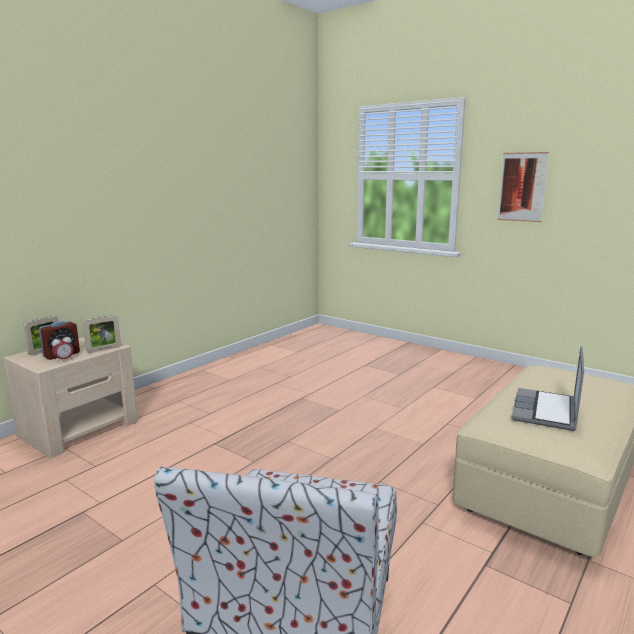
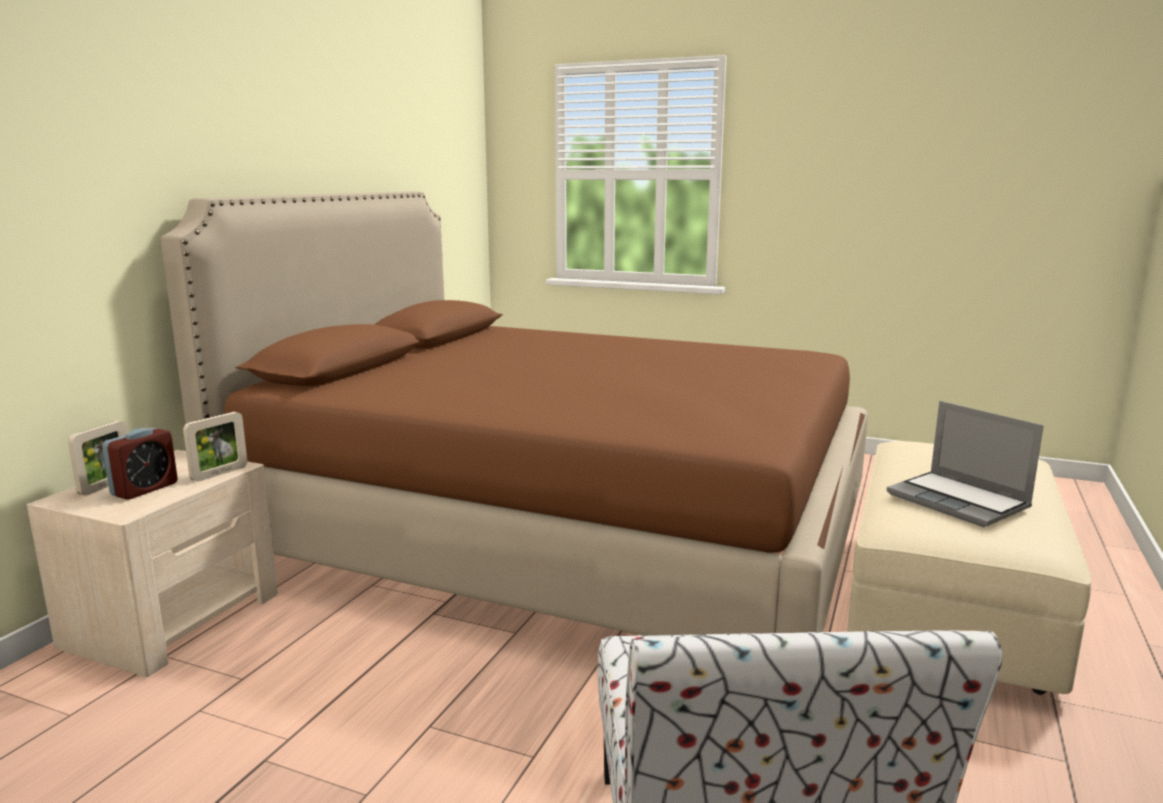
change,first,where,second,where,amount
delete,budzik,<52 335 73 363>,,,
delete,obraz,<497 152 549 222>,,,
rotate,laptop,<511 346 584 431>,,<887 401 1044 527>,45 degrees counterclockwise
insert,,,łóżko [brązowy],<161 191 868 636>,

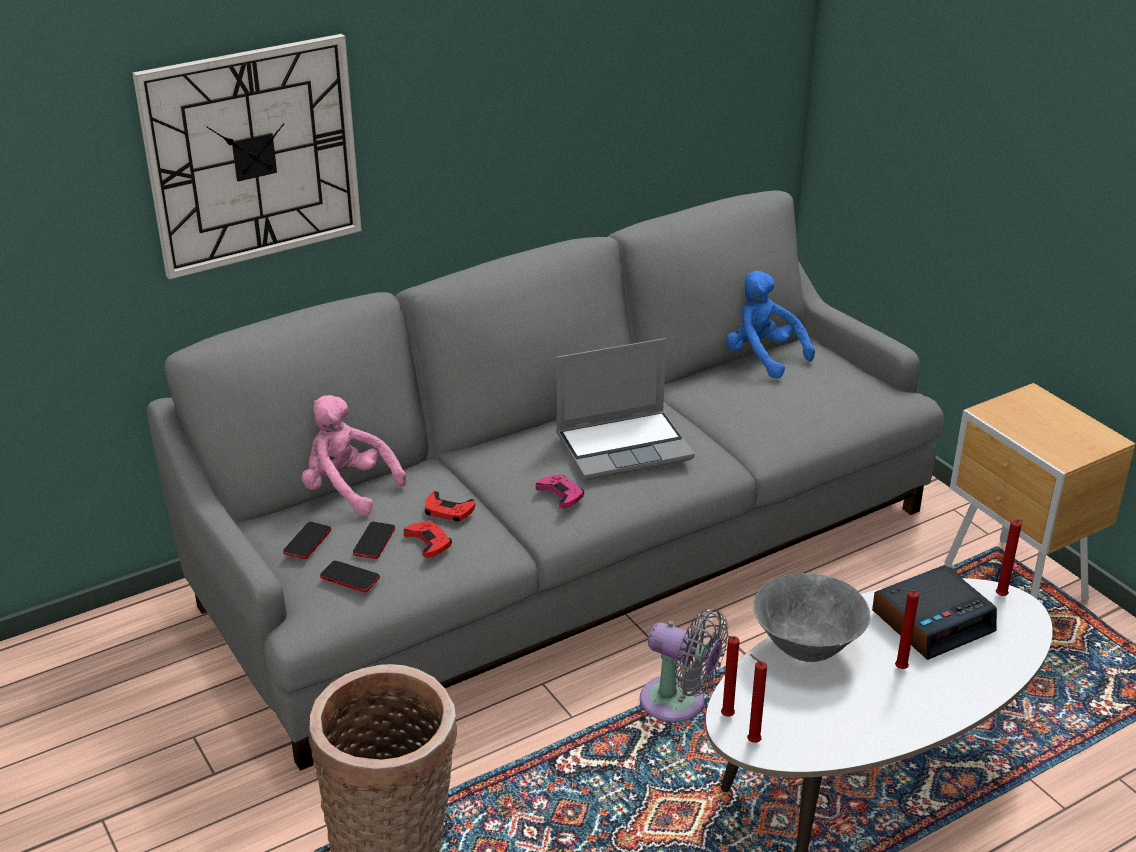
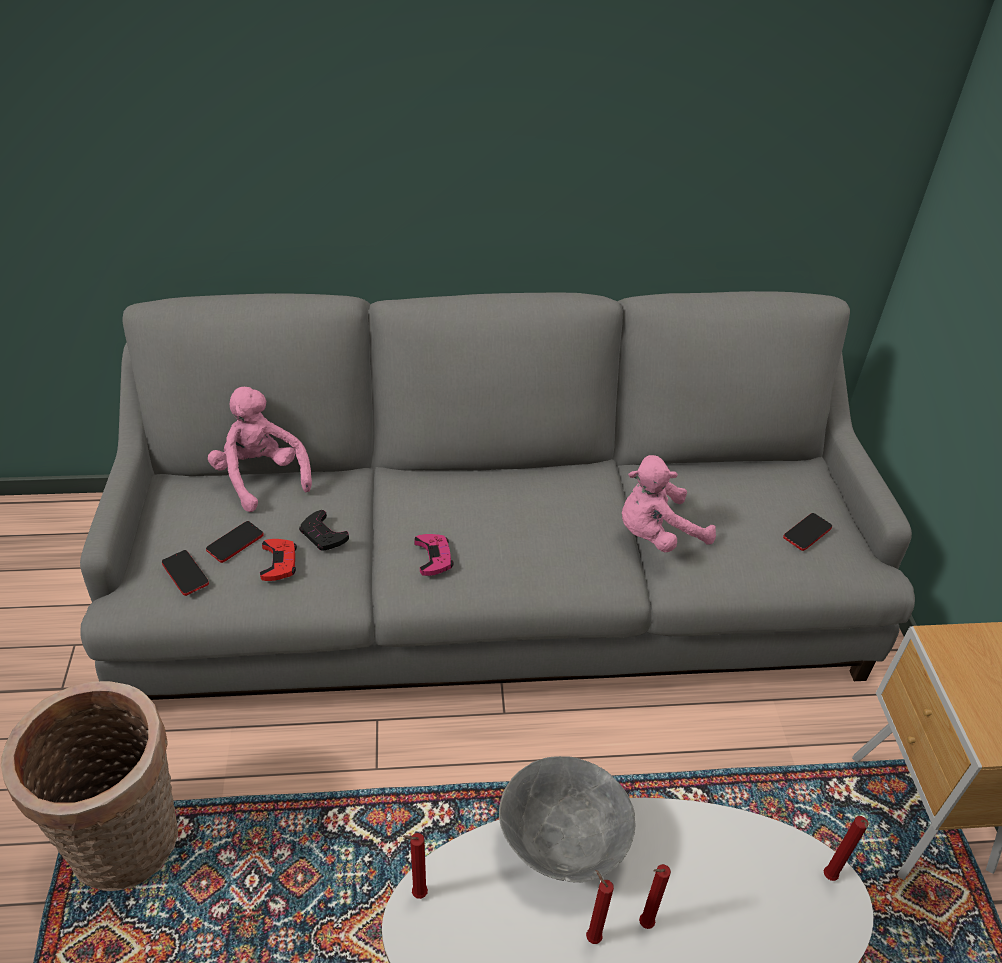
change,first,where,second,where,amount
delete,zegar ścienny,<132 34 362 279>,,,
move,telefon,<283 522 331 560>,,<783 513 832 551>,
recolor,pad do gier [czerwony],<425 491 475 522>,pad do gier [czarny],<299 510 349 550>,
delete,laptop,<556 338 695 480>,,,
delete,wentylator [szary],<640 608 728 722>,,,
delete,pluszak [niebieski],<726 271 815 379>,,,
move,świeca [czerwony],<747 654 767 743>,,<586 870 614 944>,
delete,budzik,<872 565 997 660>,,,
insert,,,pluszak [różowy],<622 455 716 553>,

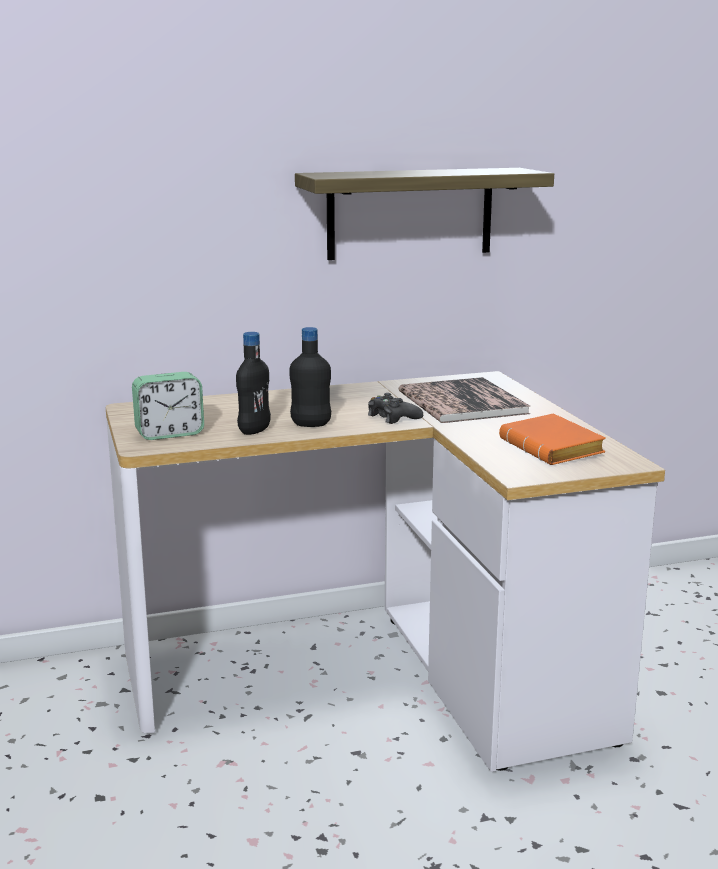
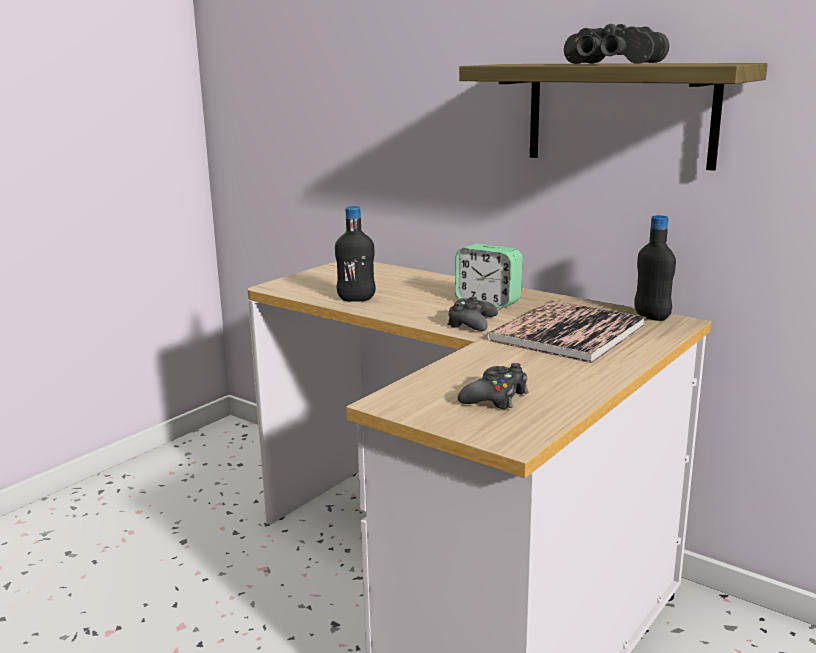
change,first,where,second,where,amount
move,budzik,<132 372 204 440>,,<455 244 523 308>,
move,butelka [czarny],<289 327 331 427>,,<634 215 676 321>,
replace,książka [pomarańczowy],<499 413 606 465>,pad do gier [czarny],<458 363 528 409>,
insert,,,lornetka [czarny],<564 24 669 64>,

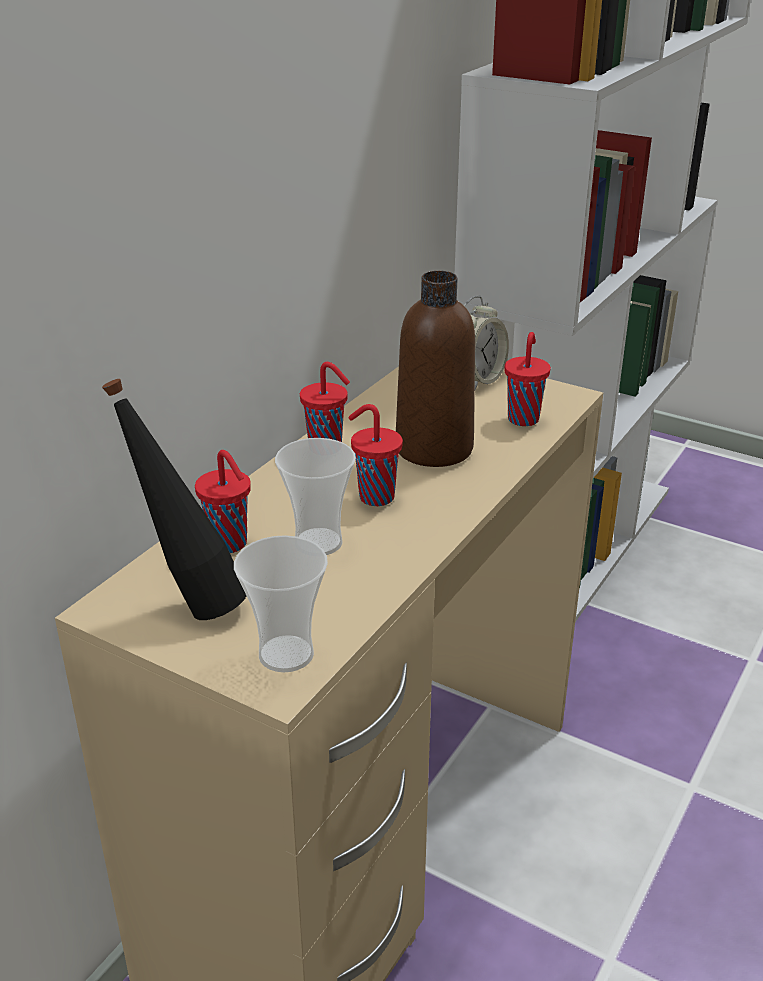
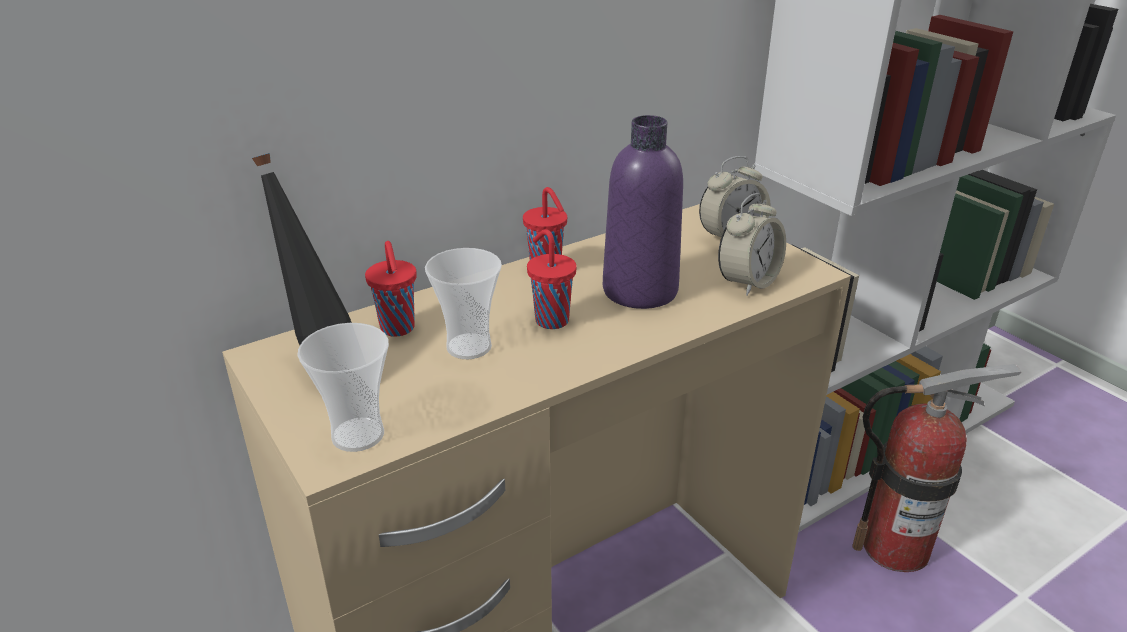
change,first,where,second,where,amount
recolor,butelka [brązowy],<396 271 475 467>,butelka [fioletowy],<603 115 683 309>,
replace,filiżanka [czerwony],<505 332 551 426>,budzik,<718 193 786 296>,
insert,,,gaśnica,<852 364 1022 572>,

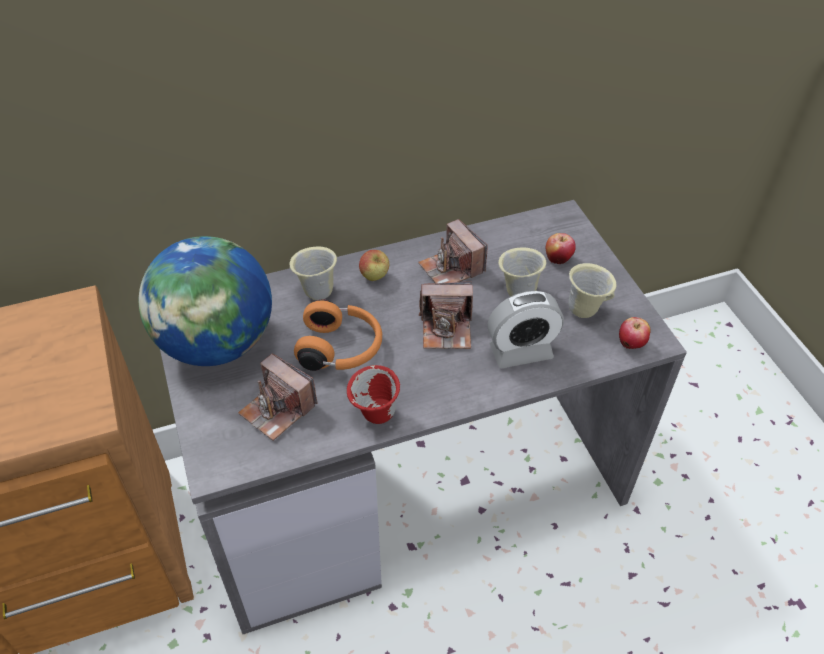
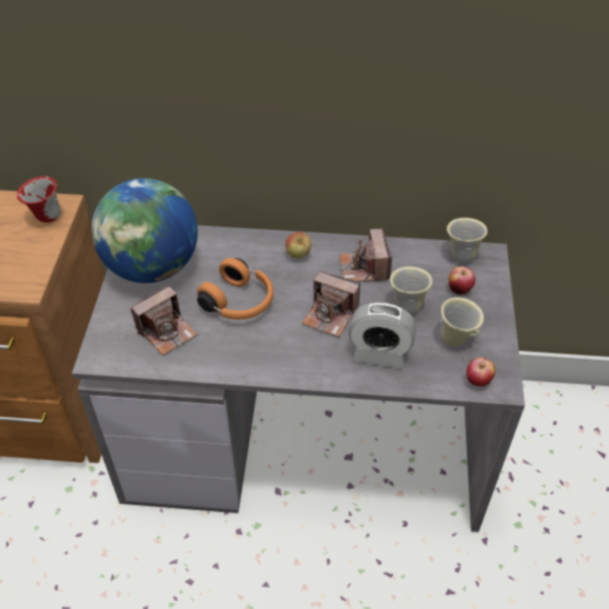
change,first,where,second,where,amount
rotate,aparat fotograficzny,<238 353 318 441>,,<131 284 197 356>,105 degrees counterclockwise
move,kubek [beżowy],<289 247 337 300>,,<447 218 488 263>,
move,kubek [czerwony],<347 365 400 424>,,<17 176 60 223>,

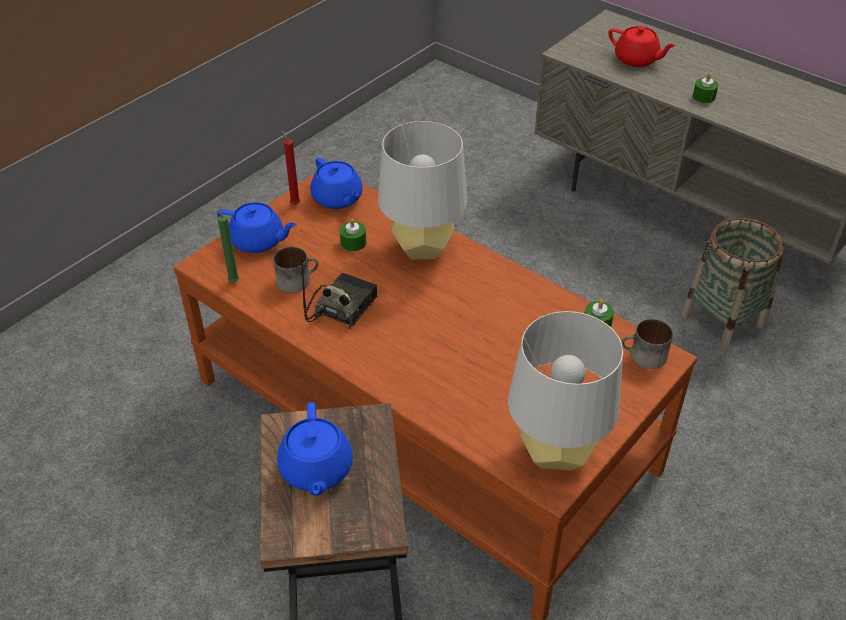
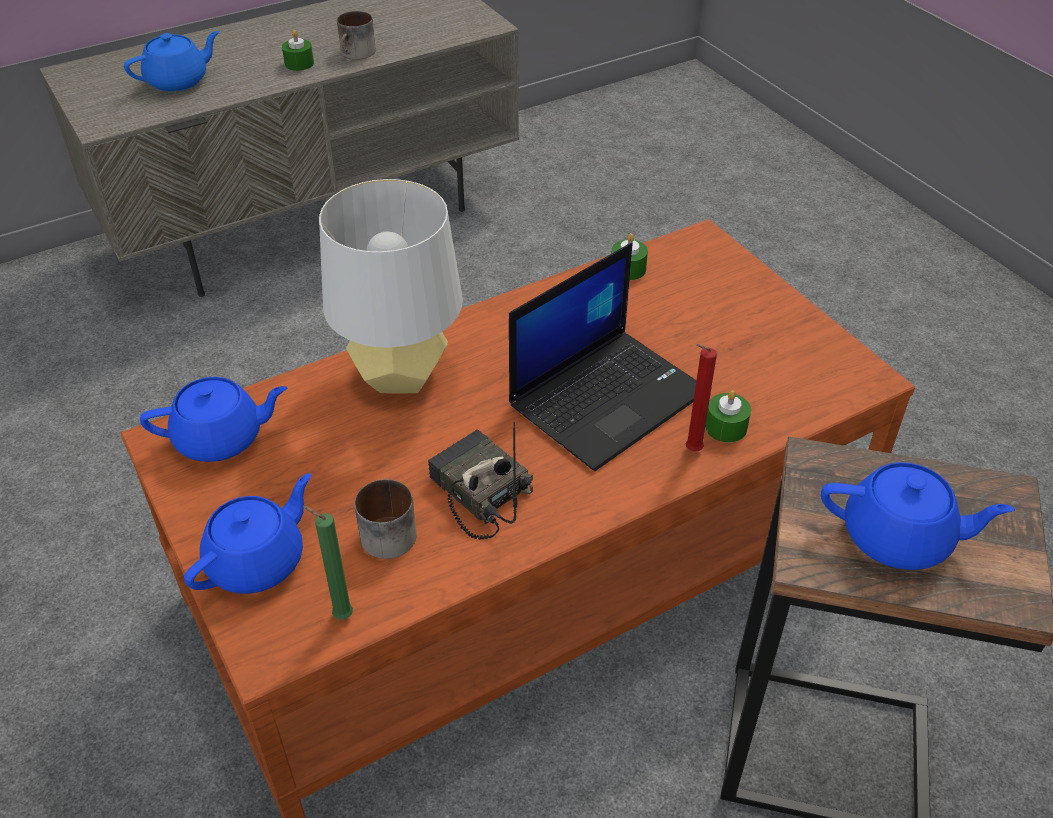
change,first,where,second,where,amount
move,świeca [czerwony],<282 131 300 205>,,<685 344 717 451>,
move,świeca [zielony],<340 218 366 251>,,<705 390 751 443>,
delete,lampa stołowa [szary],<508 311 623 470>,,,
recolor,imbryk [czerwony],<608 26 676 67>,imbryk [niebieski],<124 31 220 92>,
move,kubek,<621 319 673 369>,,<337 11 376 60>,
delete,koszyk,<681 218 784 350>,,,
insert,,,laptop,<509 243 696 471>,

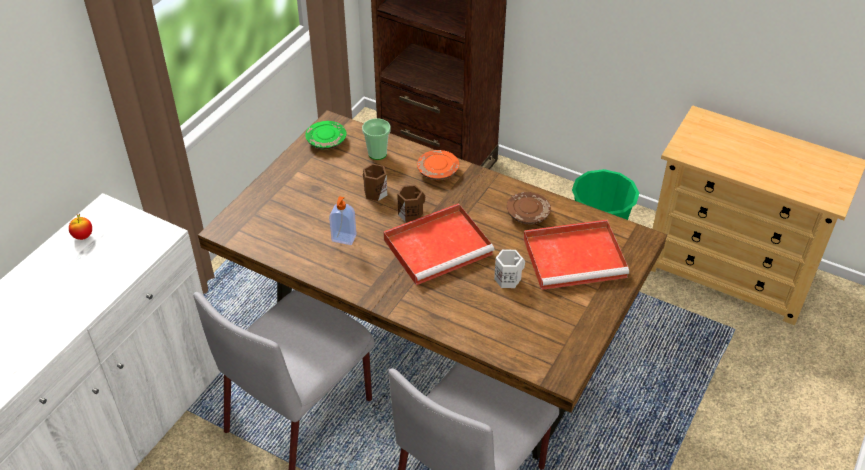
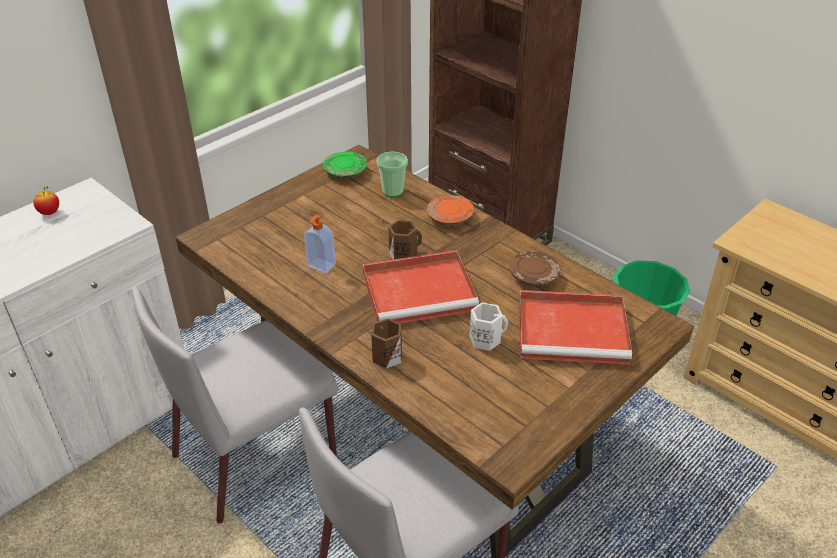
change,first,where,second,where,amount
move,kubek [brązowy],<363 164 387 201>,,<371 318 402 368>,

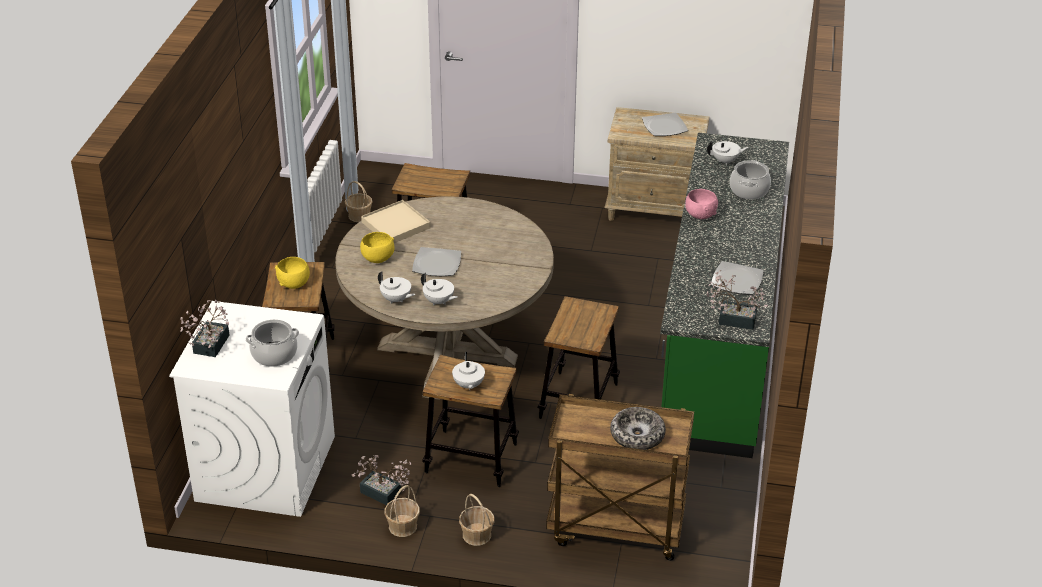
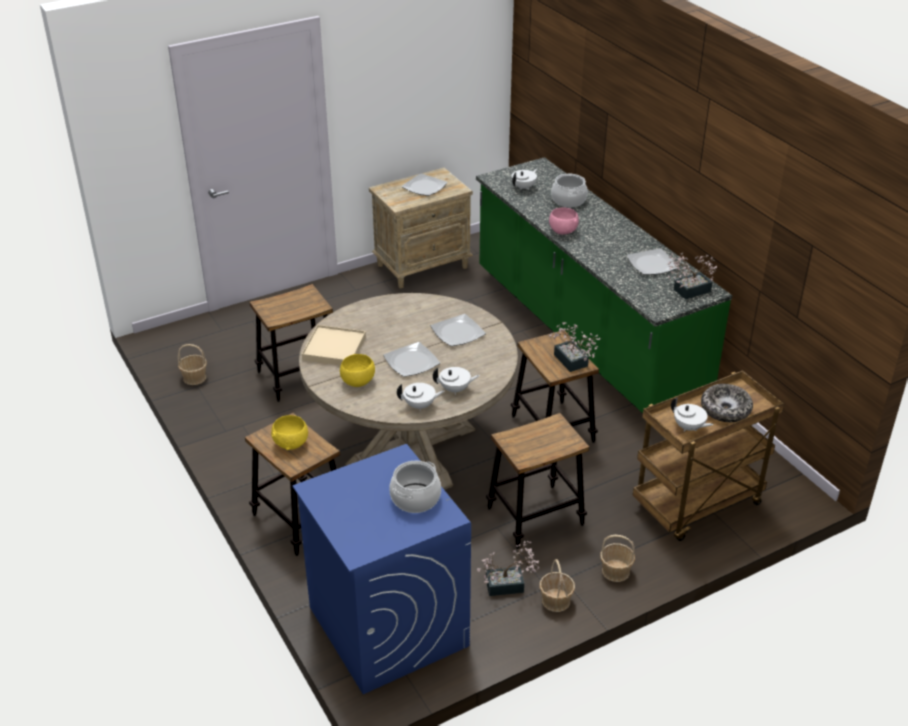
change,first,where,second,where,amount
recolor,pralka [biały],<169 301 335 517>,pralka [niebieski],<292 444 471 694>,
move,roślina doniczkowa,<180 300 229 357>,,<549 322 601 372>,
move,imbryk [biały],<452 352 485 390>,,<671 398 714 432>,
insert,,,talerz,<431 314 486 346>,

